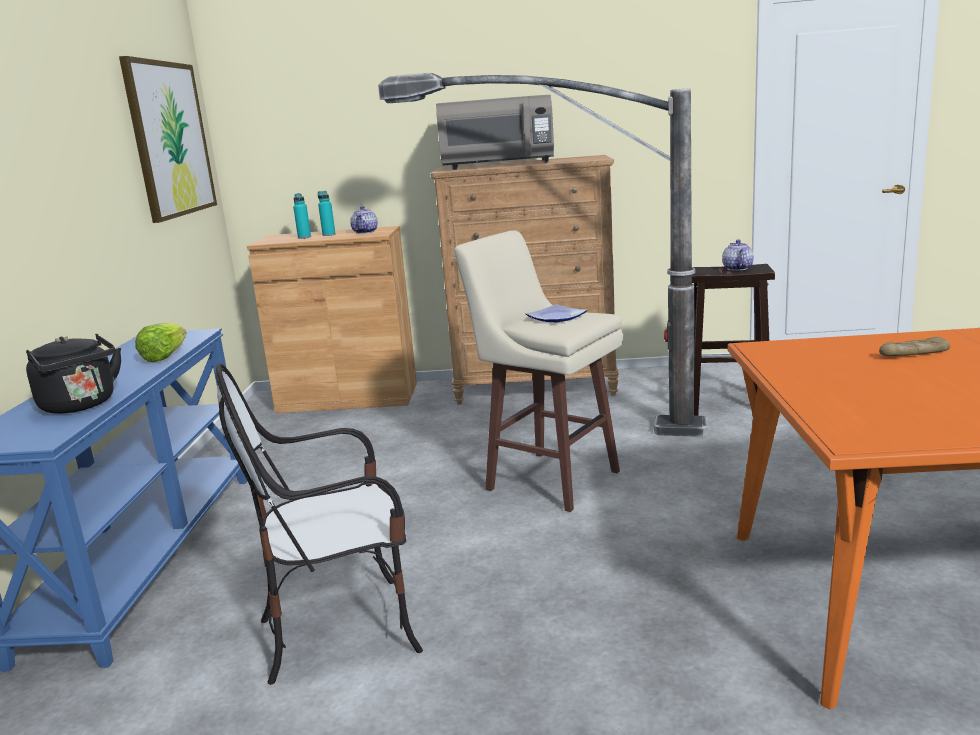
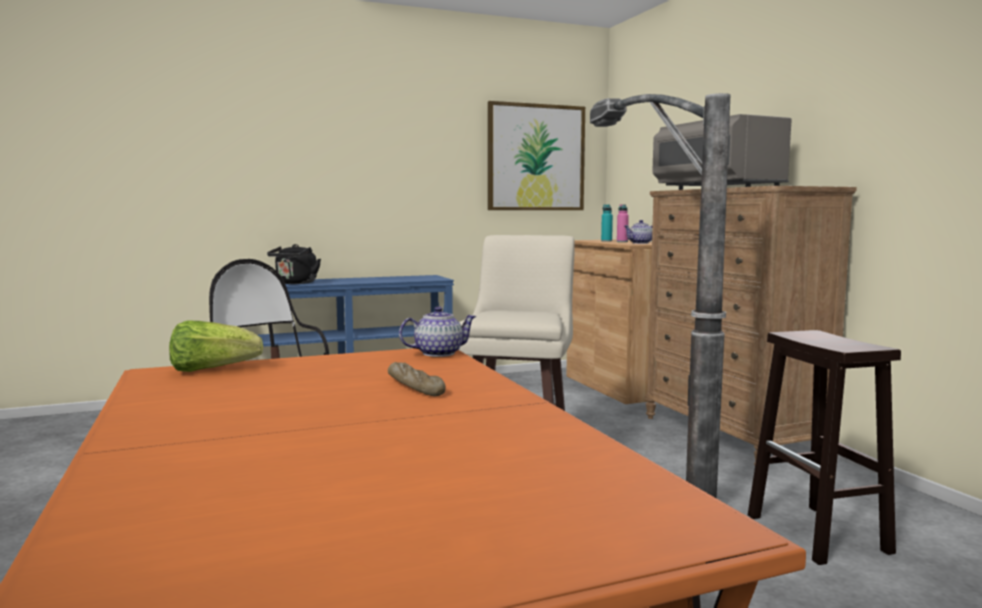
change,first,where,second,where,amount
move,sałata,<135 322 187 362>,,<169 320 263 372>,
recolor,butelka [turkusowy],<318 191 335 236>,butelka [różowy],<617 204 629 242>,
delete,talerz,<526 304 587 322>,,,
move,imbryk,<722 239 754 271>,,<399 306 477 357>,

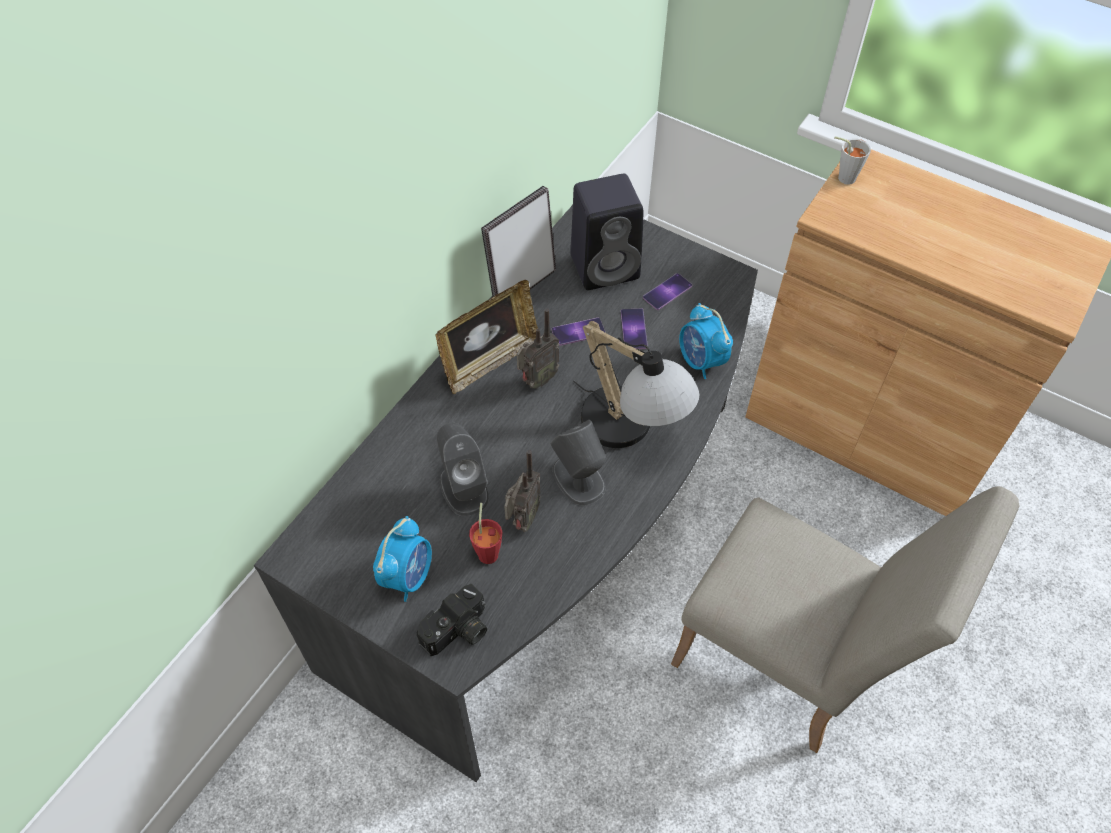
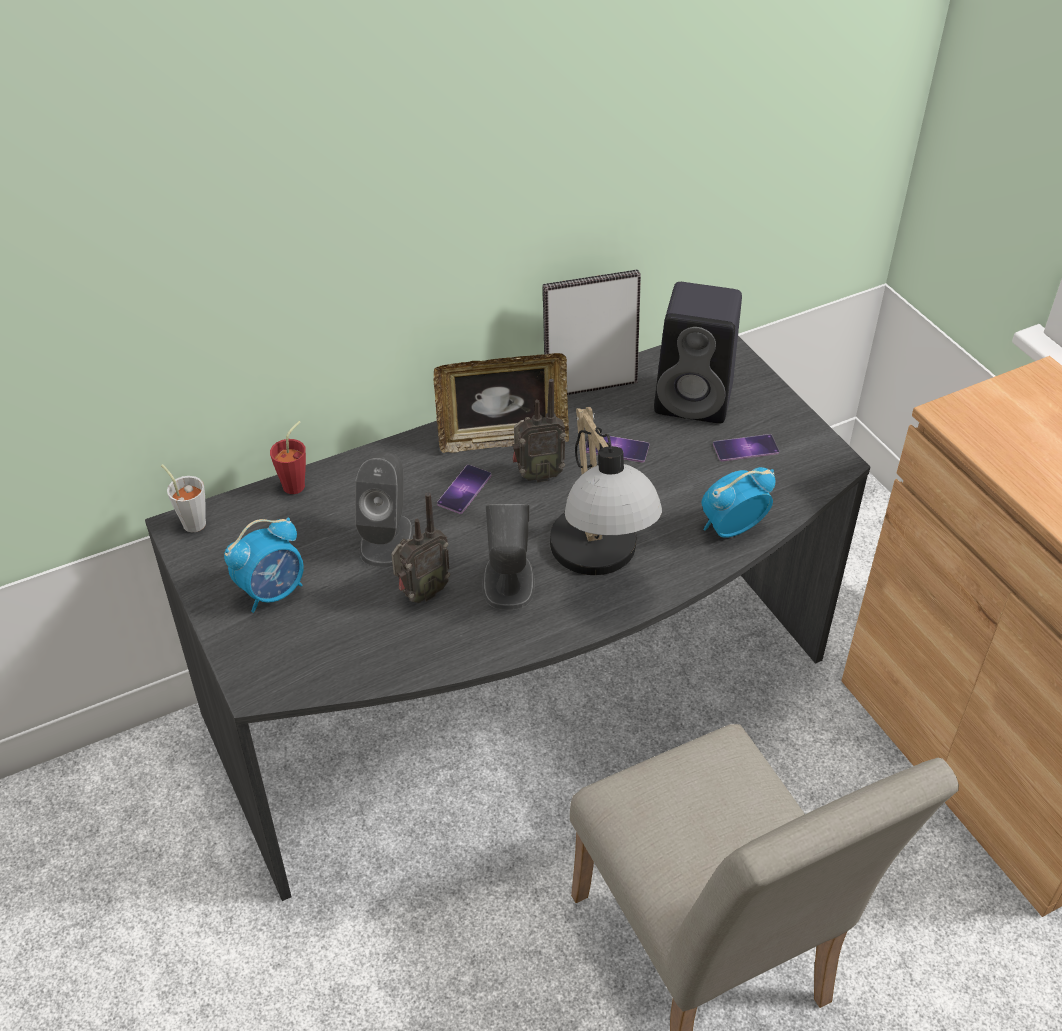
change,first,where,second,where,amount
delete,aparat fotograficzny,<417 584 487 656>,,,
move,filiżanka [czerwony],<469 503 502 564>,,<270 421 306 494>,
move,telefon,<621 309 648 349>,,<437 465 491 514>,
rotate,budzik,<679 303 733 379>,,<701 467 776 538>,60 degrees clockwise
move,filiżanka [szary],<834 136 871 185>,,<161 464 206 532>,

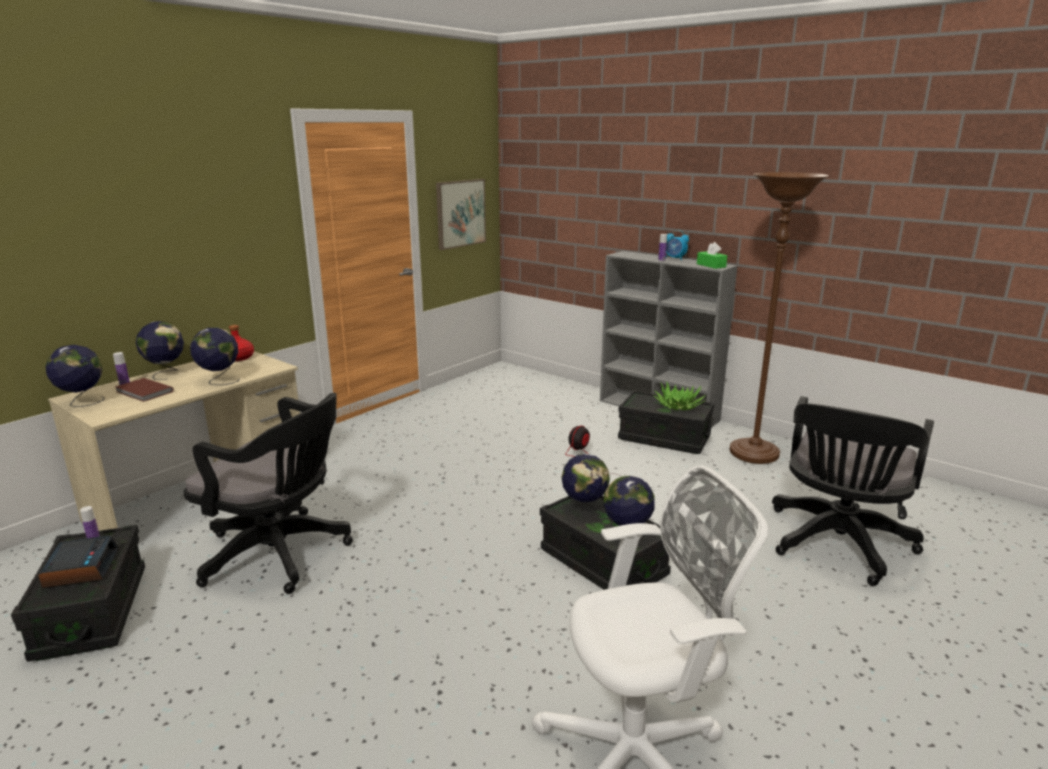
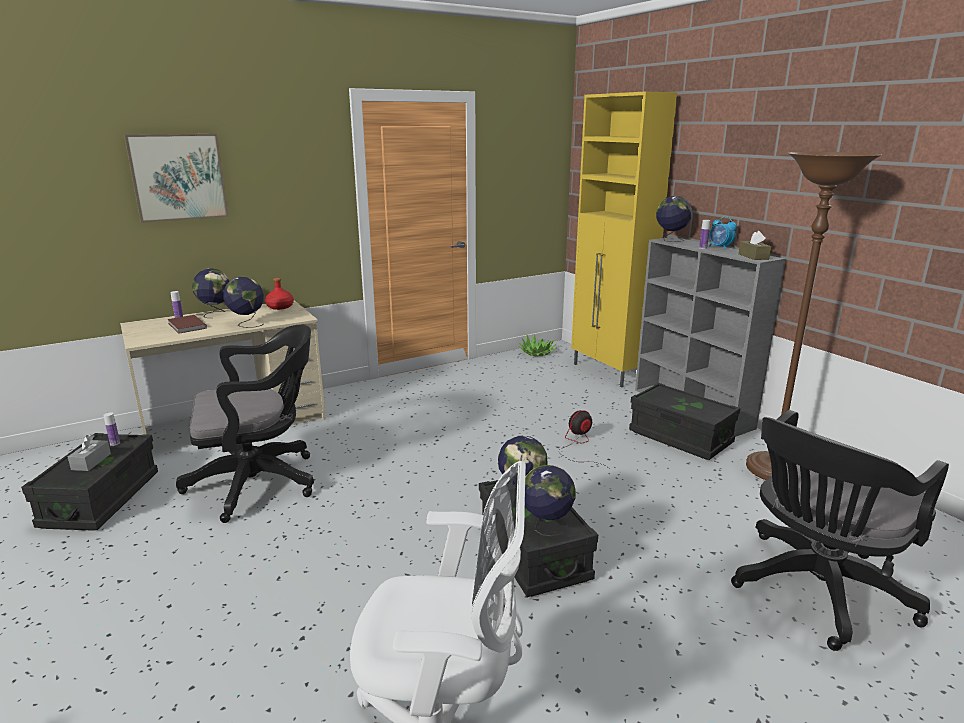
change,first,where,second,where,amount
replace,budzik,<38 535 119 588>,pudełko chusteczek [szary],<68 434 111 471>,
move,globus,<45 345 105 407>,,<656 196 692 242>,
rotate,krzesło biurowe [czarny],<183 393 353 594>,,<176 325 314 523>,60 degrees counterclockwise
move,obraz,<436 179 486 250>,,<124 134 229 223>,
move,roślina doniczkowa,<653 381 706 410>,,<518 334 557 356>,
recolor,pudełko chusteczek [zielony],<697 242 727 269>,pudełko chusteczek [brązowy],<738 231 771 260>,
insert,,,szafka [żółty],<571 91 677 388>,

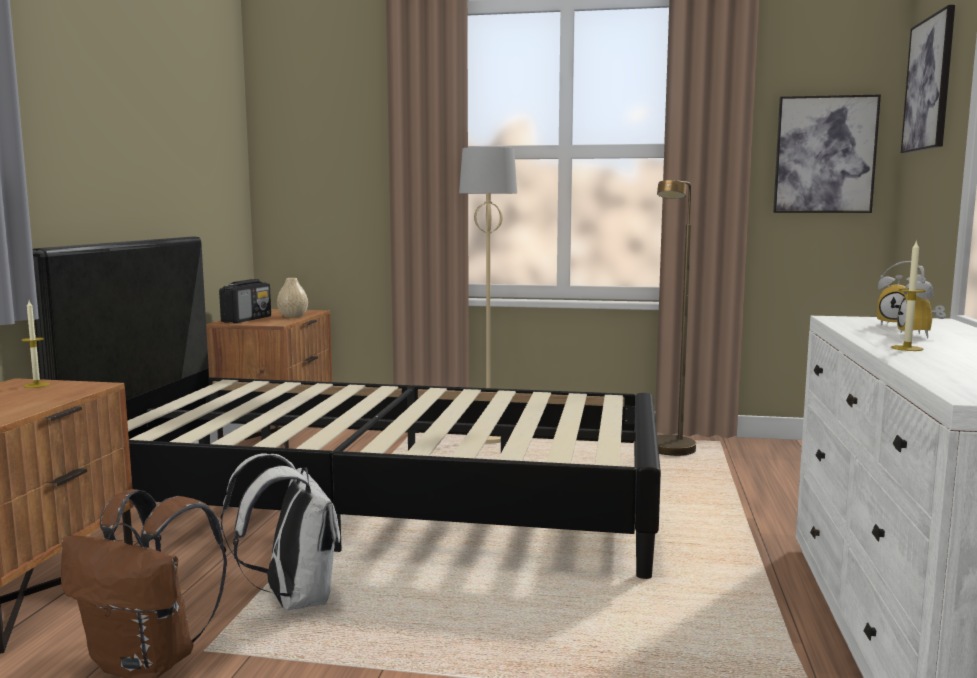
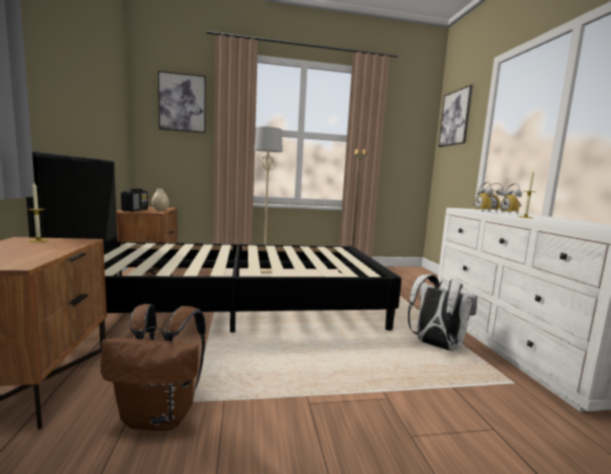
change,first,where,second,where,amount
move,plecak [biały],<221 453 340 611>,,<408 274 477 351>,
move,obraz,<773 94 881 213>,,<158 71 206 133>,
insert,,,budzik,<474 182 494 212>,

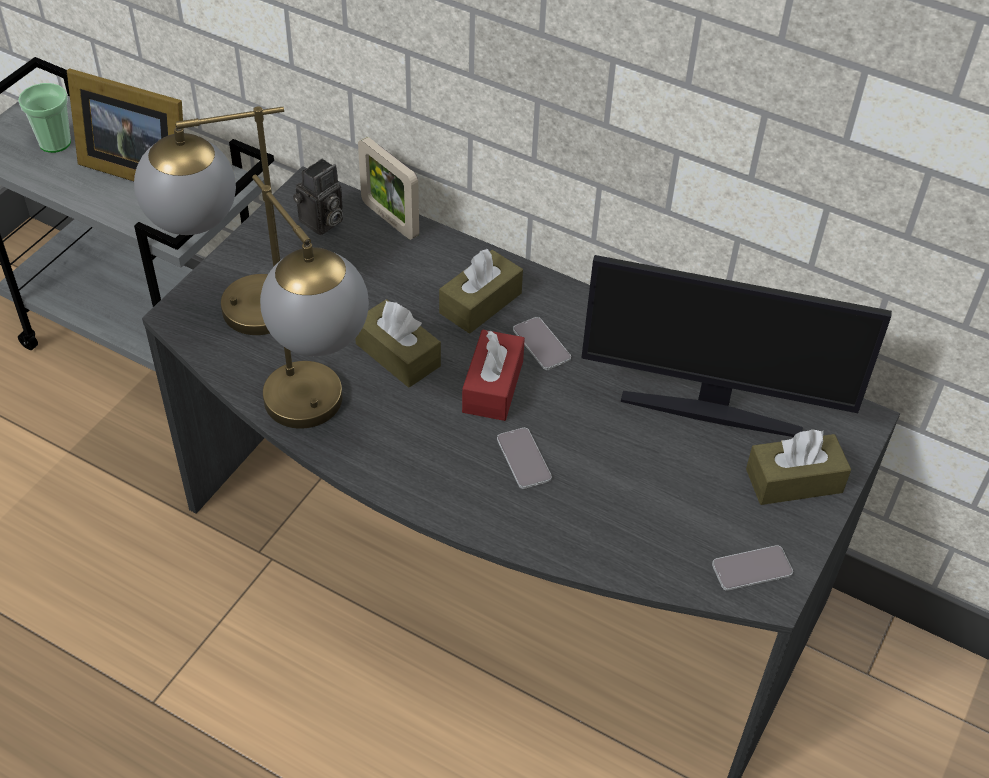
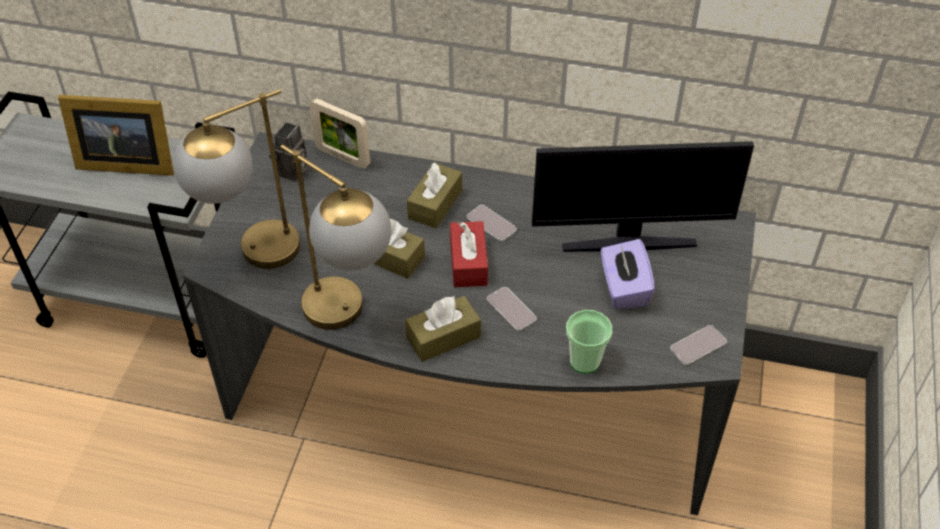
change,first,where,second,where,amount
move,filiżanka,<18 83 71 153>,,<566 310 612 374>,
move,pudełko chusteczek [brązowy],<746 429 851 505>,,<405 296 481 362>,
insert,,,pudełko chusteczek [fioletowy],<601 239 655 309>,

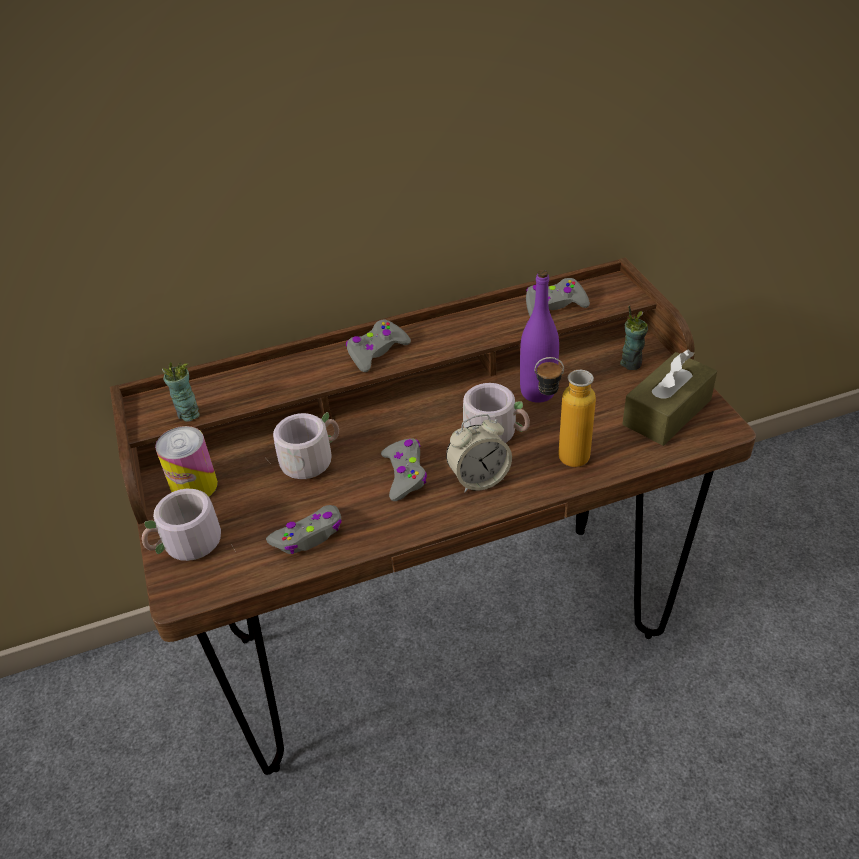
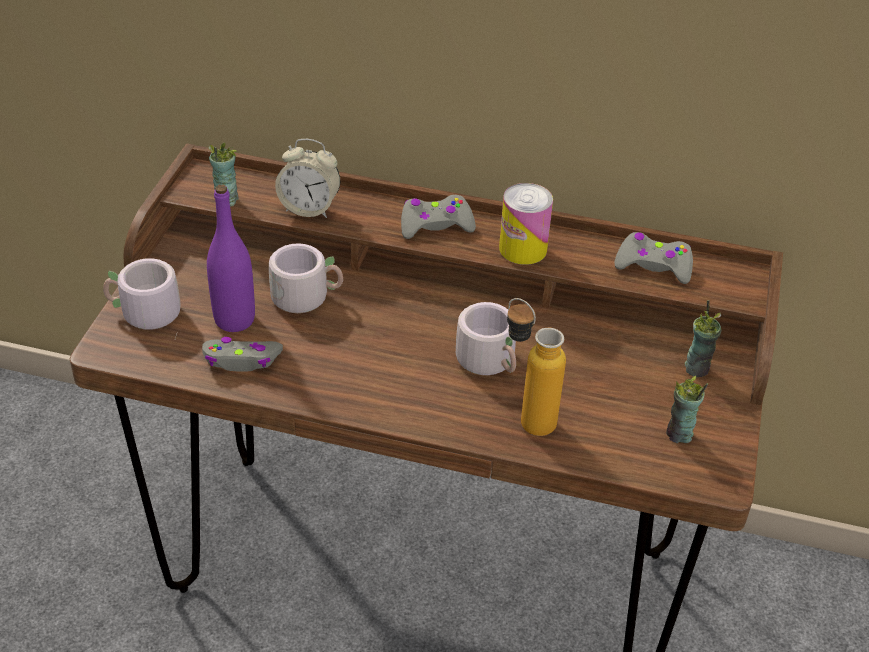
change,first,where,second,where,amount
move,puszka,<155 426 218 497>,,<499 183 553 265>,
delete,pad do gier [szary],<381 438 427 501>,,,
move,budzik,<446 414 512 492>,,<275 139 340 218>,
move,butelka [fioletowy],<520 270 559 403>,,<207 184 255 332>,
replace,pudełko chusteczek [brązowy],<622 350 717 446>,filiżanka,<666 376 708 443>,

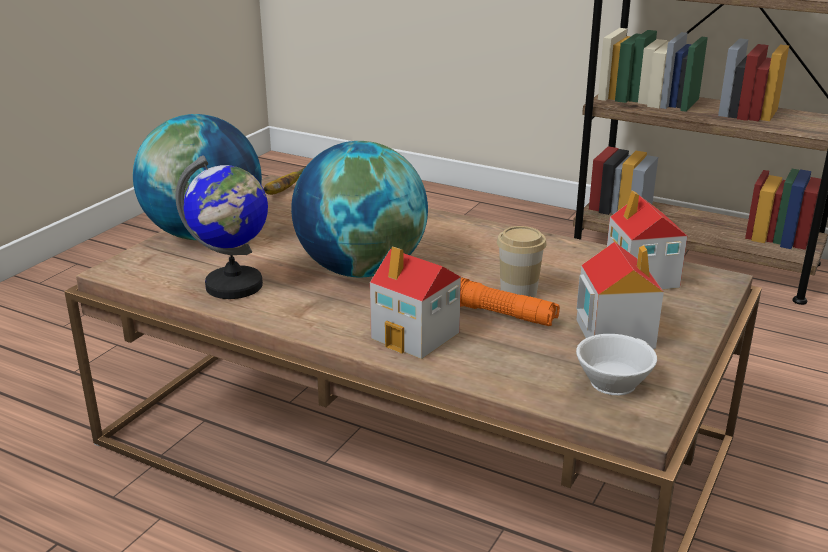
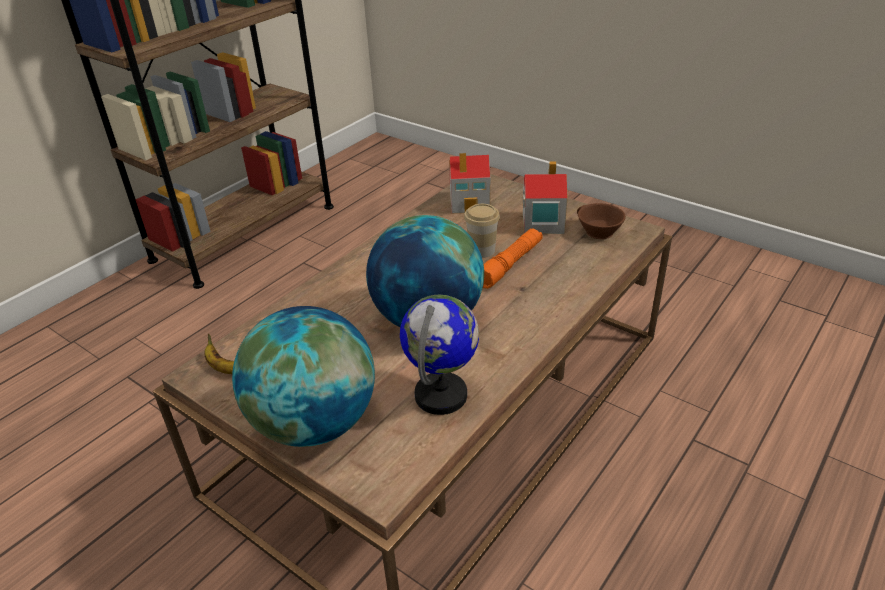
change,first,where,second,where,amount
delete,domek,<370 247 461 359>,,,
recolor,filiżanka [biały],<576 334 657 395>,filiżanka [brązowy],<577 203 626 239>,

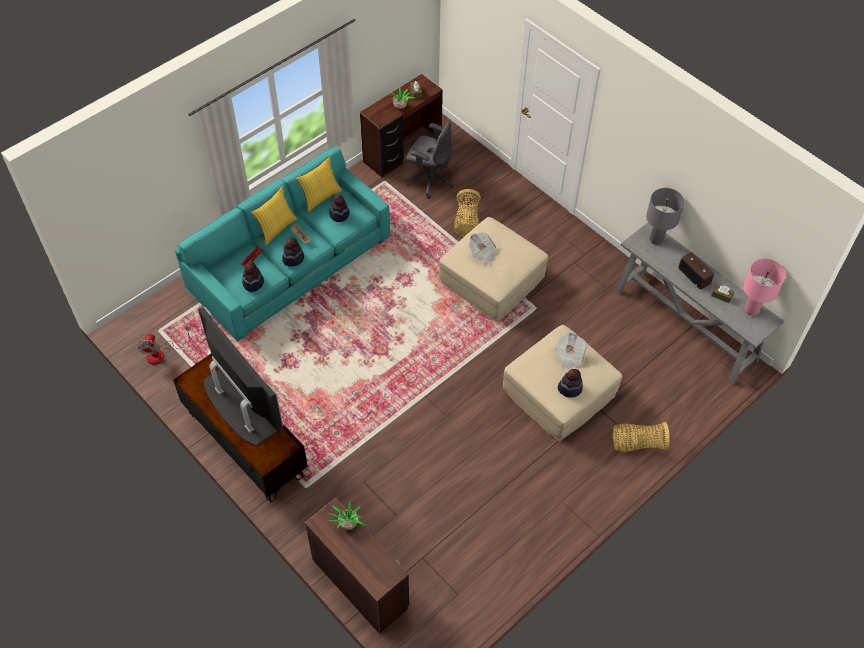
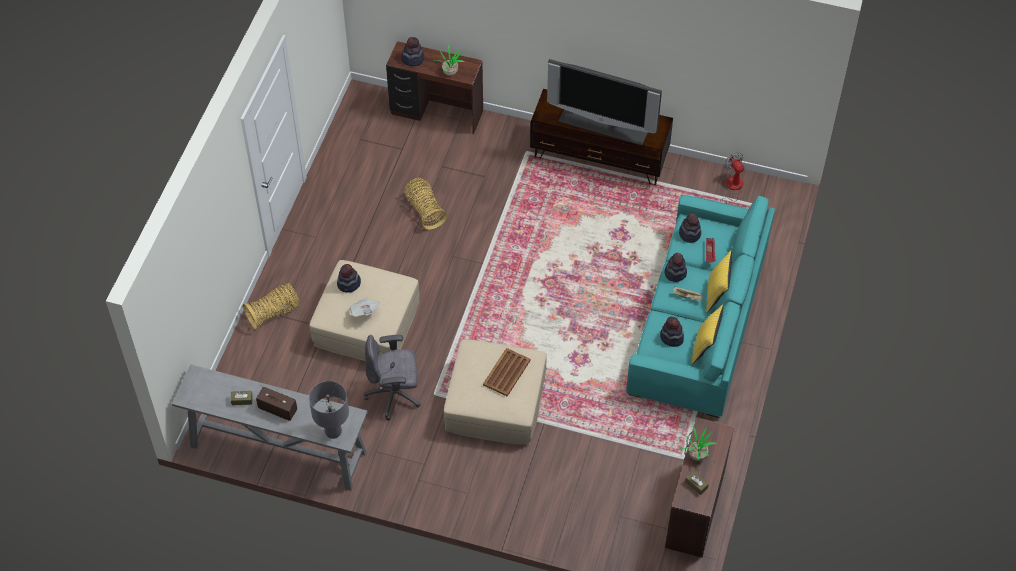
change,first,where,second,where,amount
move,krzesło biurowe [szary],<406 123 454 199>,,<364 335 421 420>,
move,koszyk,<454 189 481 237>,,<405 178 447 229>,
replace,gazeta,<469 232 498 264>,taca [brązowy],<483 348 531 396>,
delete,lampa stołowa [różowy],<743 258 786 316>,,,
insert,,,kapelusz,<401 37 424 66>,

